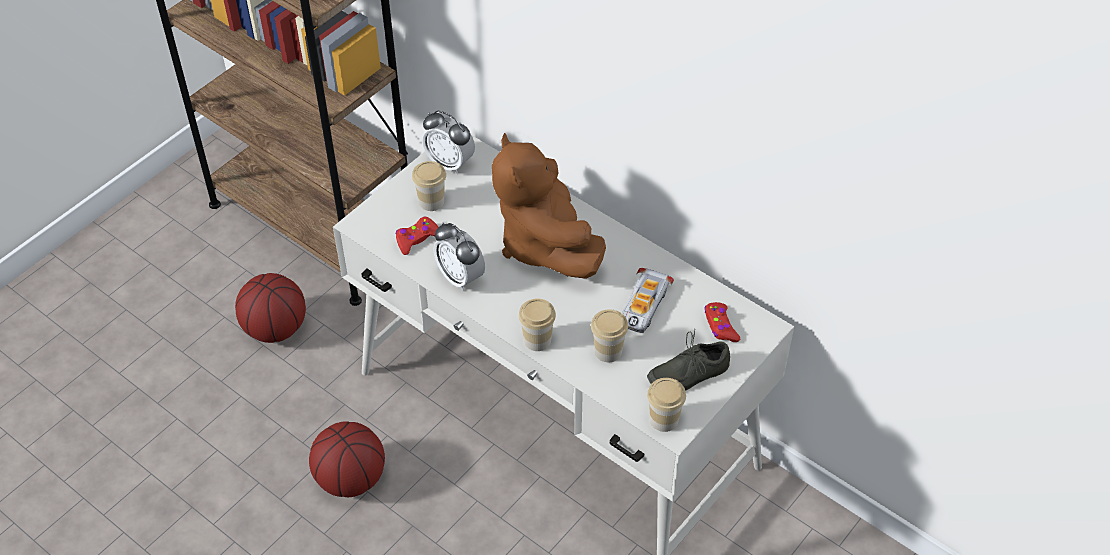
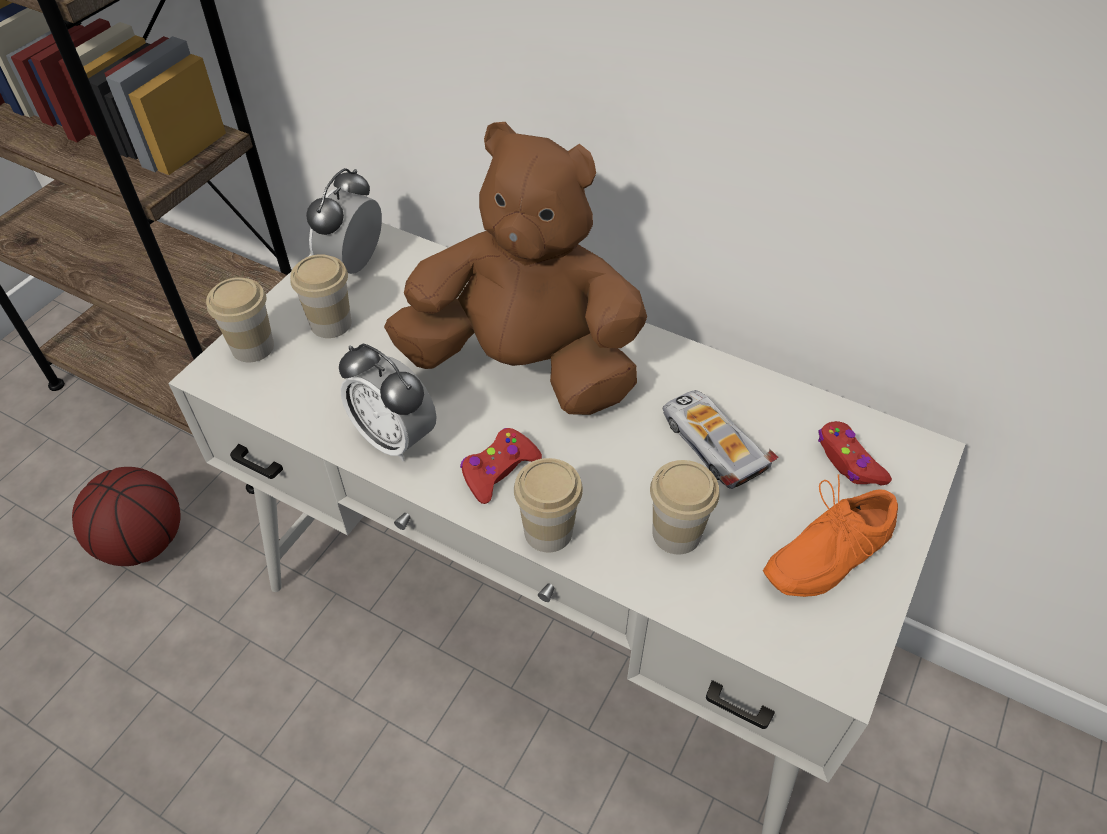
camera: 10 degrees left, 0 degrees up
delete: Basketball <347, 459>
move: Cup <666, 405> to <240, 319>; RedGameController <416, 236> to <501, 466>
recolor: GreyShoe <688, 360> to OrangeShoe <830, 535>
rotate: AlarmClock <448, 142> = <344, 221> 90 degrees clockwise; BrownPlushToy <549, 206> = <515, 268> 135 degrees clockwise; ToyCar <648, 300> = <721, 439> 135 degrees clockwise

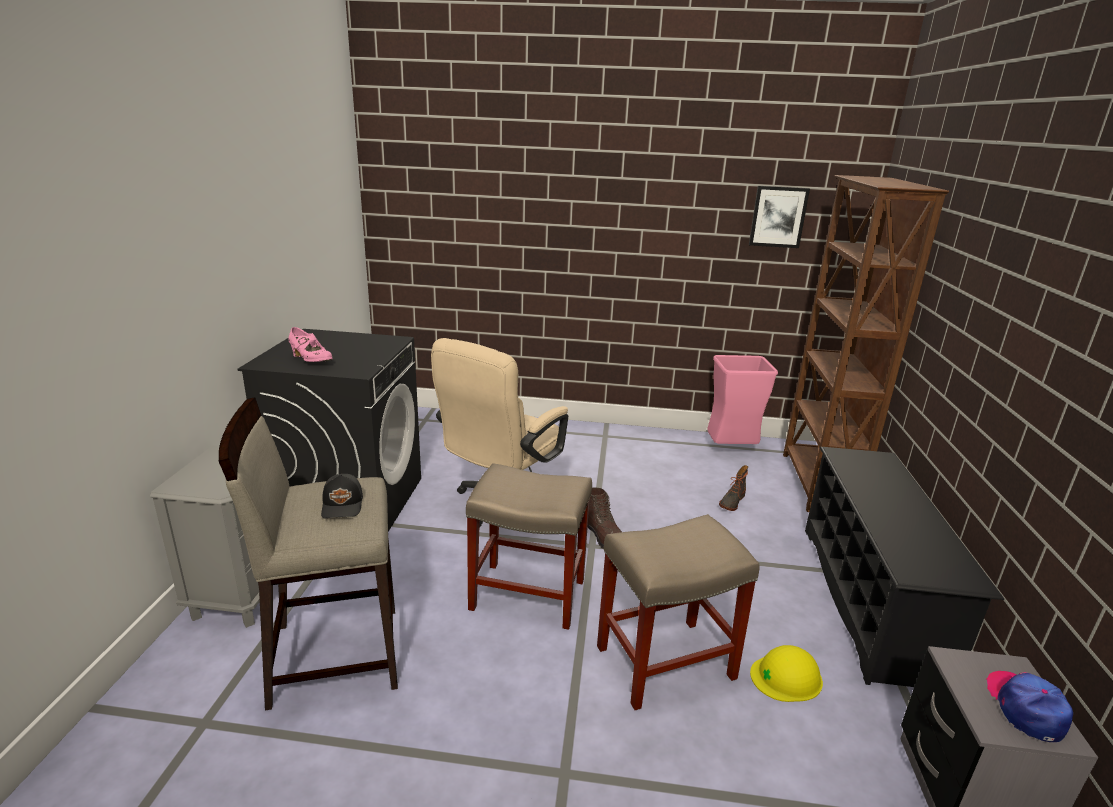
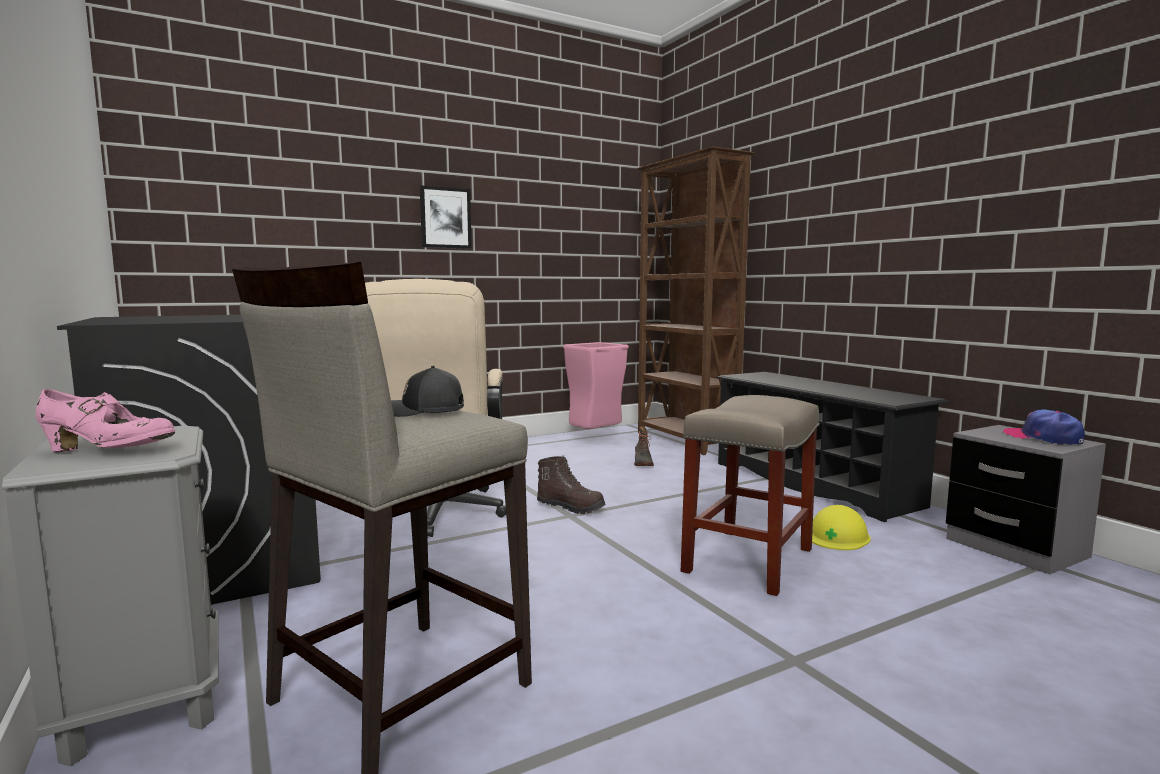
camera: 35 degrees left, 15 degrees down
delete: BeigeStool <529, 546>
move: PinkShoe <310, 344> to <105, 420>; Picture <779, 217> to <446, 217>
rotate: BlackCap <342, 496> = <427, 391> 135 degrees clockwise

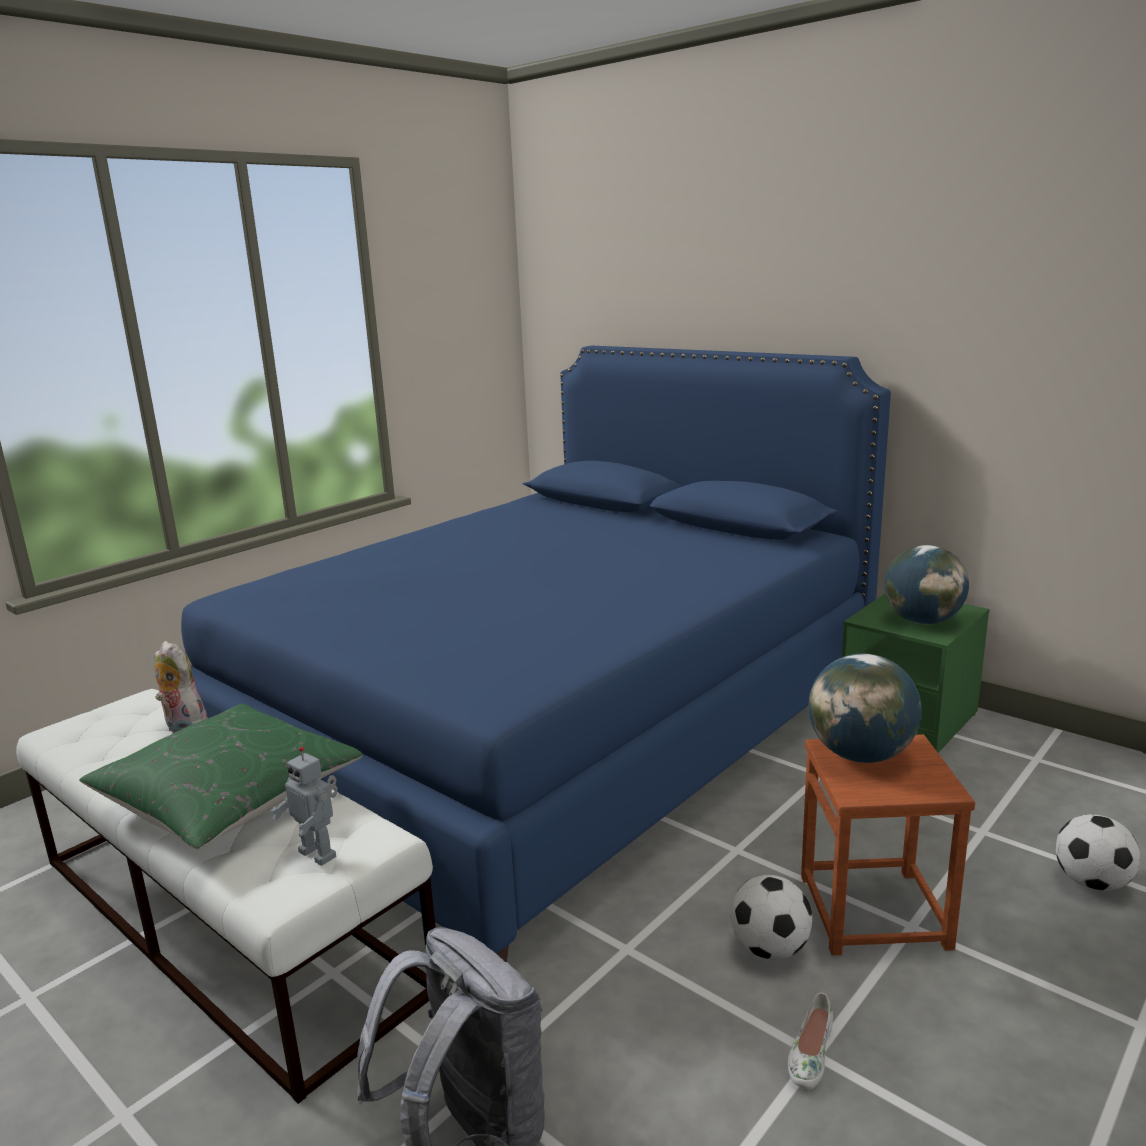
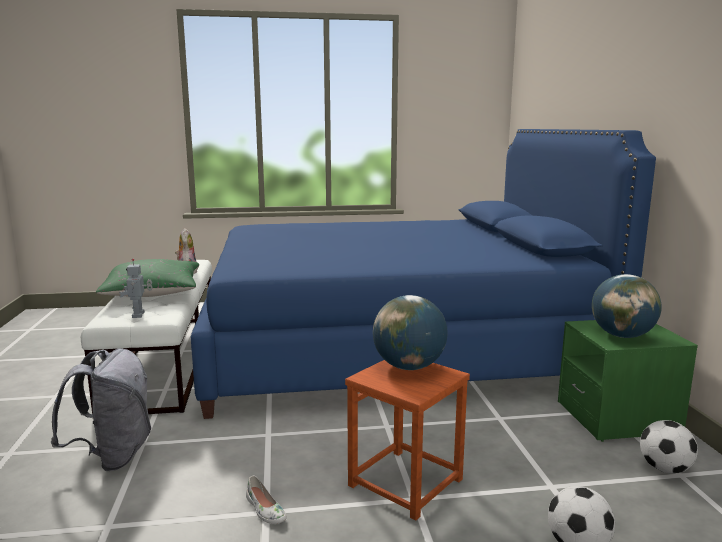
camera: 40 degrees right, 5 degrees down
move: Football <771, 917> to <669, 446>
rotate: WhiteShoe <810, 1041> = <266, 500> 105 degrees counterclockwise

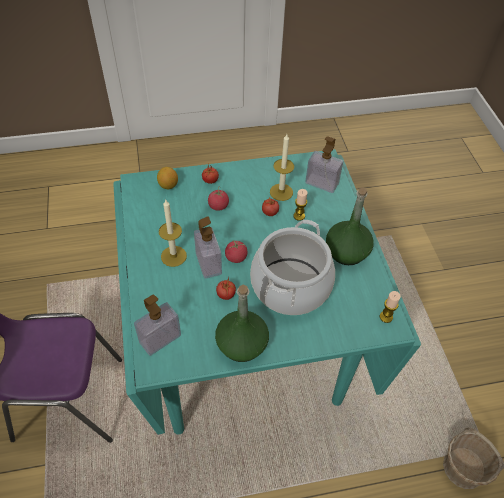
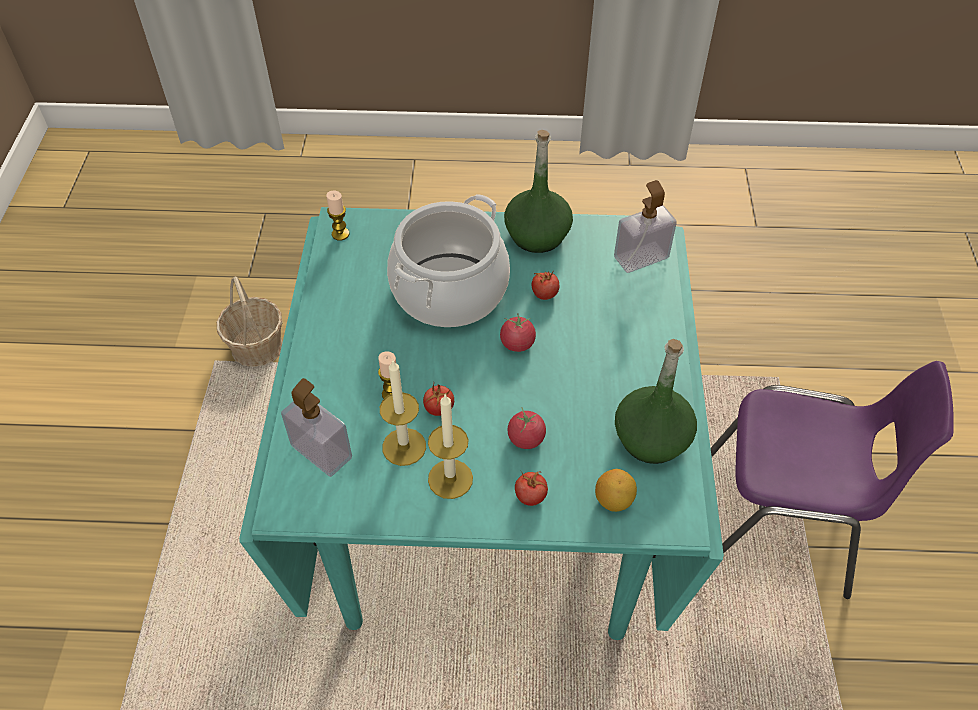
camera: 165 degrees left, 0 degrees up
delete: SoapDispenser <208, 247>
move: Candle <173, 233> to <450, 446>; GreenBottle <350, 226> to <656, 401>

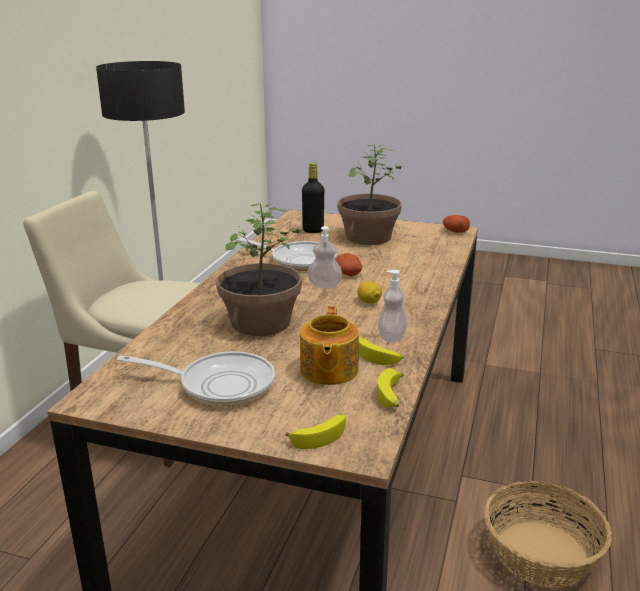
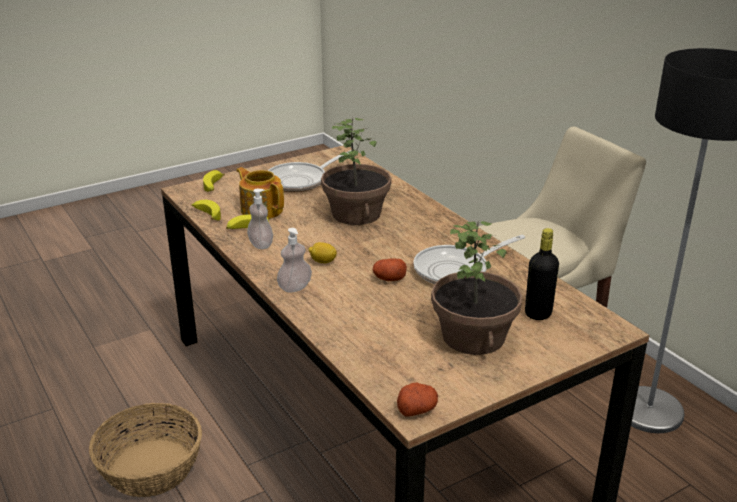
camera: 130 degrees right, 5 degrees up
move: SoapDispenser <324, 257> to <294, 260>

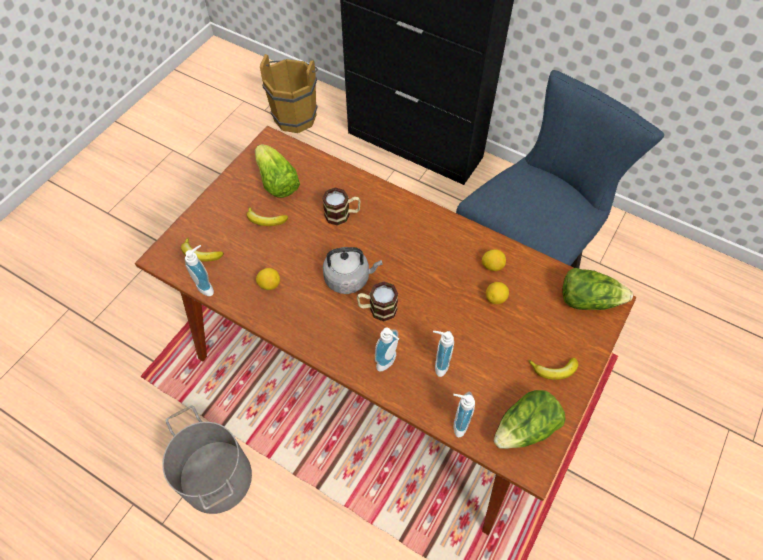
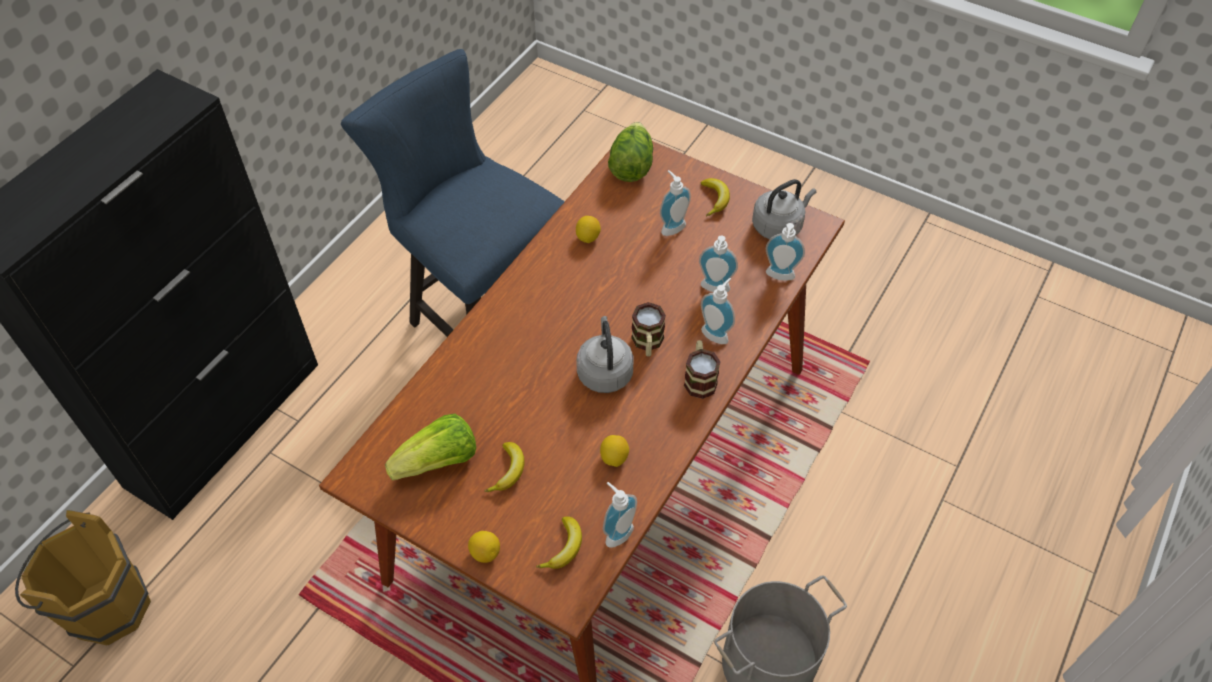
camera: 90 degrees left, 5 degrees down
insert: SoapDispenser <675, 203>
move: Lemon <497, 293> to <484, 547>; Mug <341, 207> to <702, 369>
replace: Lettuce <529, 419> to GreyKettle <784, 209>

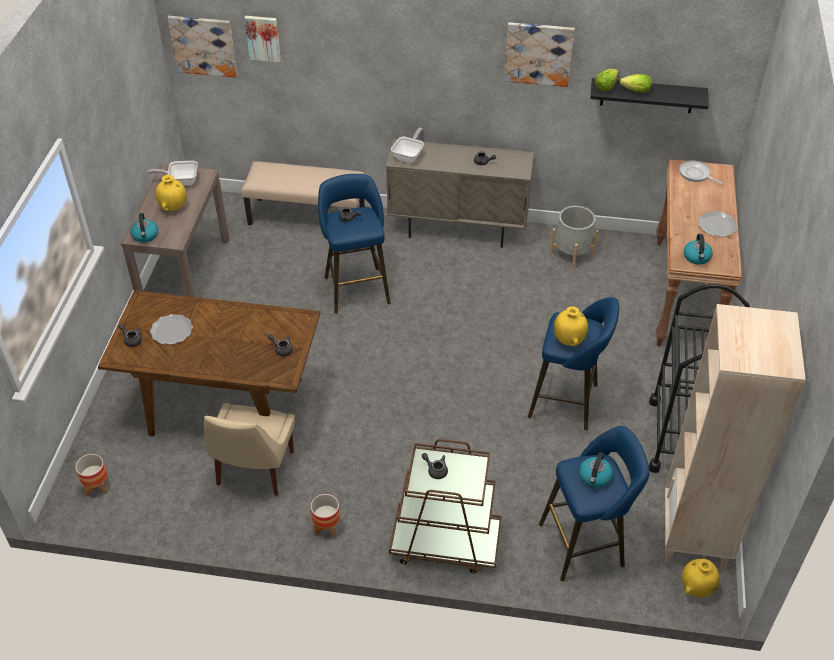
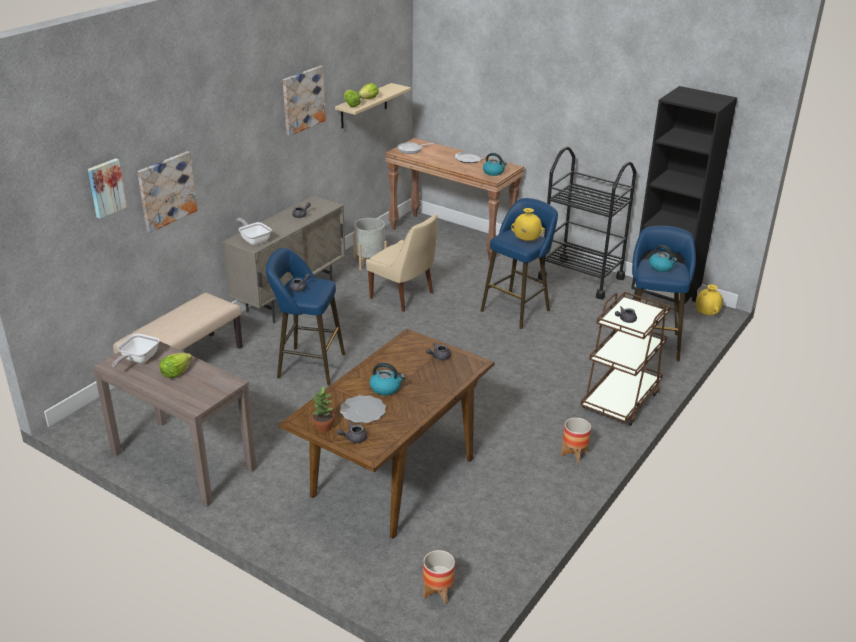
camera: 65 degrees left, 15 degrees down
insert: PottedPlant <323, 409>
move: Picture <202, 47> to <167, 192>; BeigeChair <249, 449> to <402, 263>; Kettle <144, 228> to <387, 379>
replace: YellowVase <171, 193> to Lettuce <175, 365>
recolor: BlackShelf <649, 95> to BeigeShelf <373, 106>; BeigeBookcase <735, 437> to BlackBookcase <684, 195>

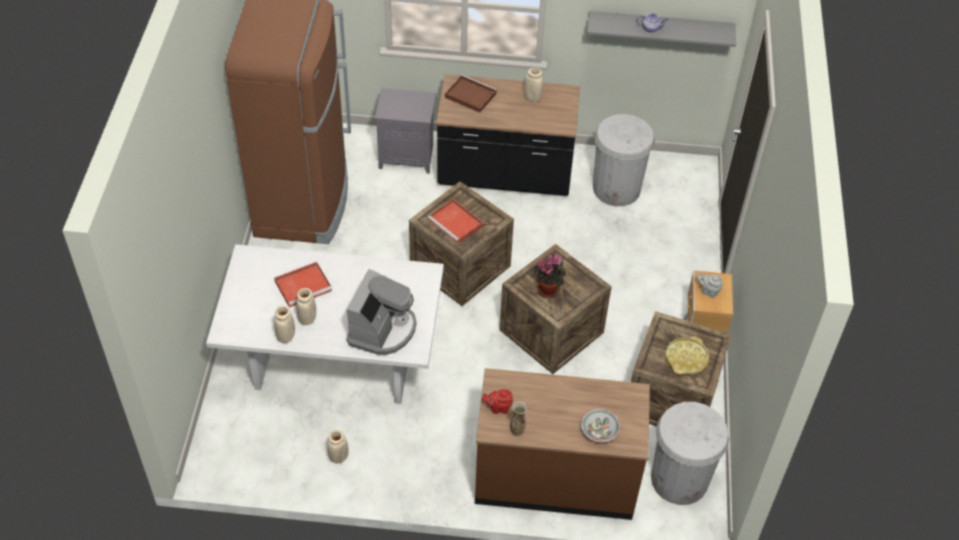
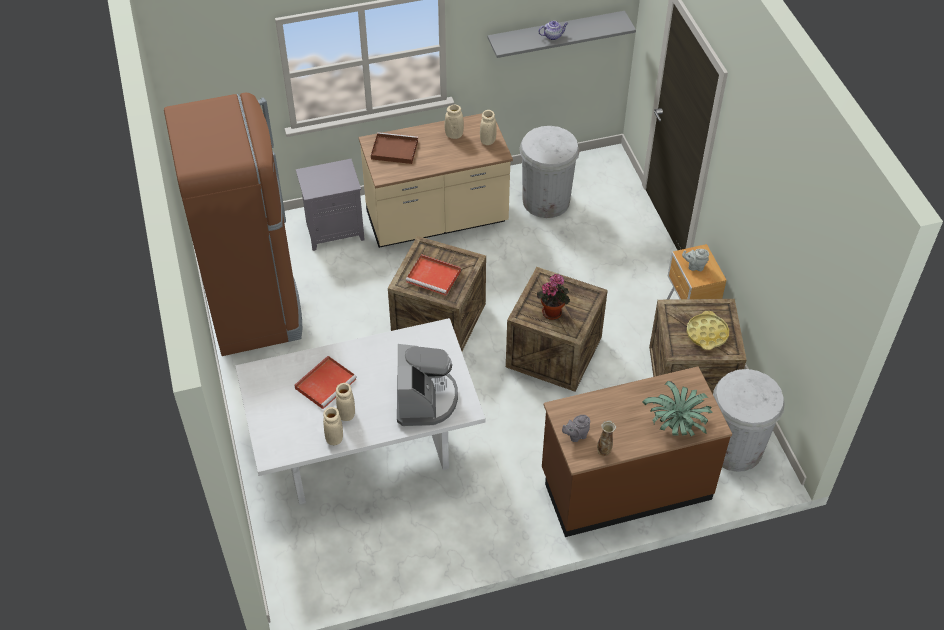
camera: 20 degrees left, 0 degrees up
move: BeigeVase <338, 447> to <488, 127>
replace: Bowl <600, 425> to PottedPlant <677, 408>
recolor: BlackCounter <508, 135> to BeigeCounter <436, 180>; RedTeapot <497, 401> to GreyTeapot <576, 428>

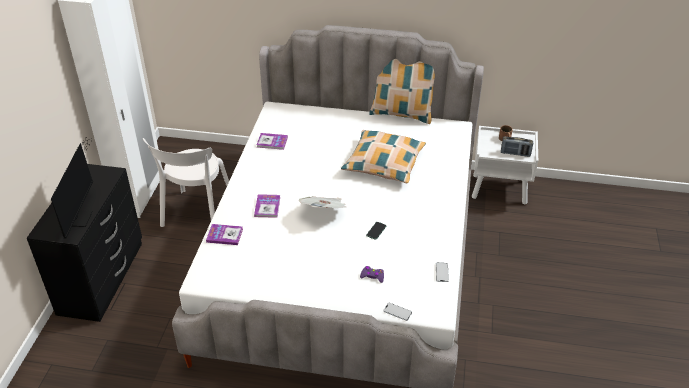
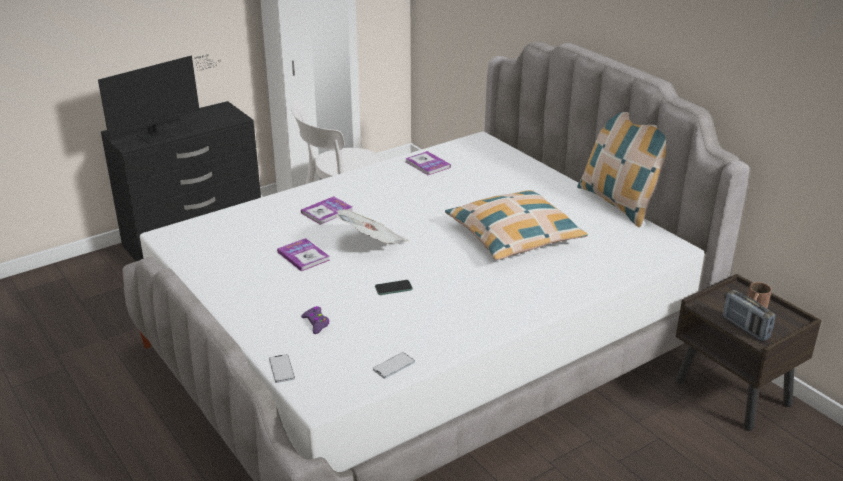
camera: 45 degrees right, 10 degrees down
move: Book <224, 234> to <303, 254>
recolor: WhiteNightstand <505, 165> to BrownNightstand <749, 352>

